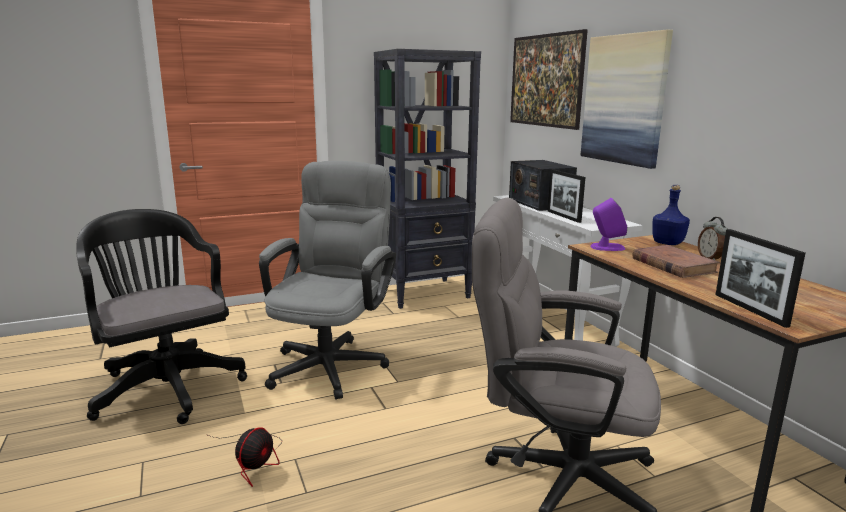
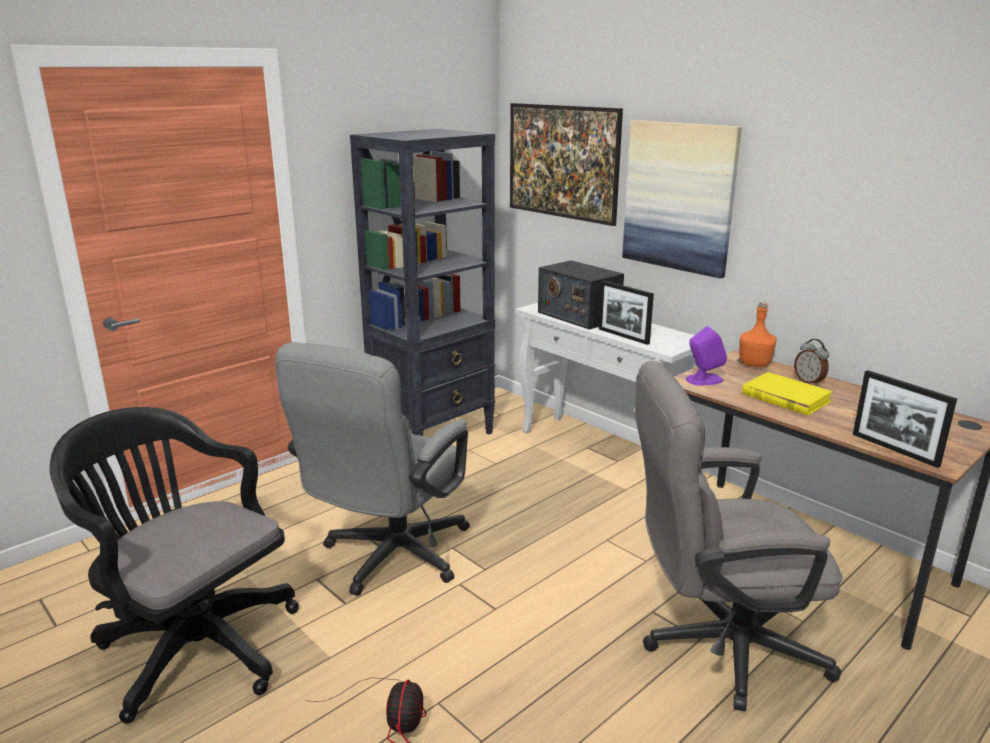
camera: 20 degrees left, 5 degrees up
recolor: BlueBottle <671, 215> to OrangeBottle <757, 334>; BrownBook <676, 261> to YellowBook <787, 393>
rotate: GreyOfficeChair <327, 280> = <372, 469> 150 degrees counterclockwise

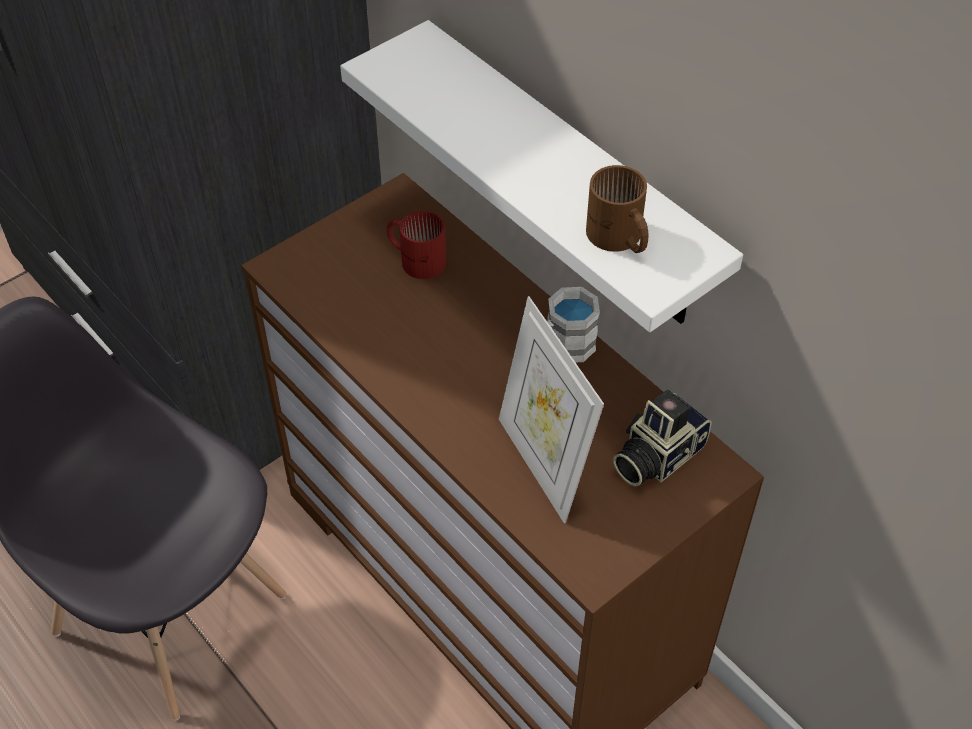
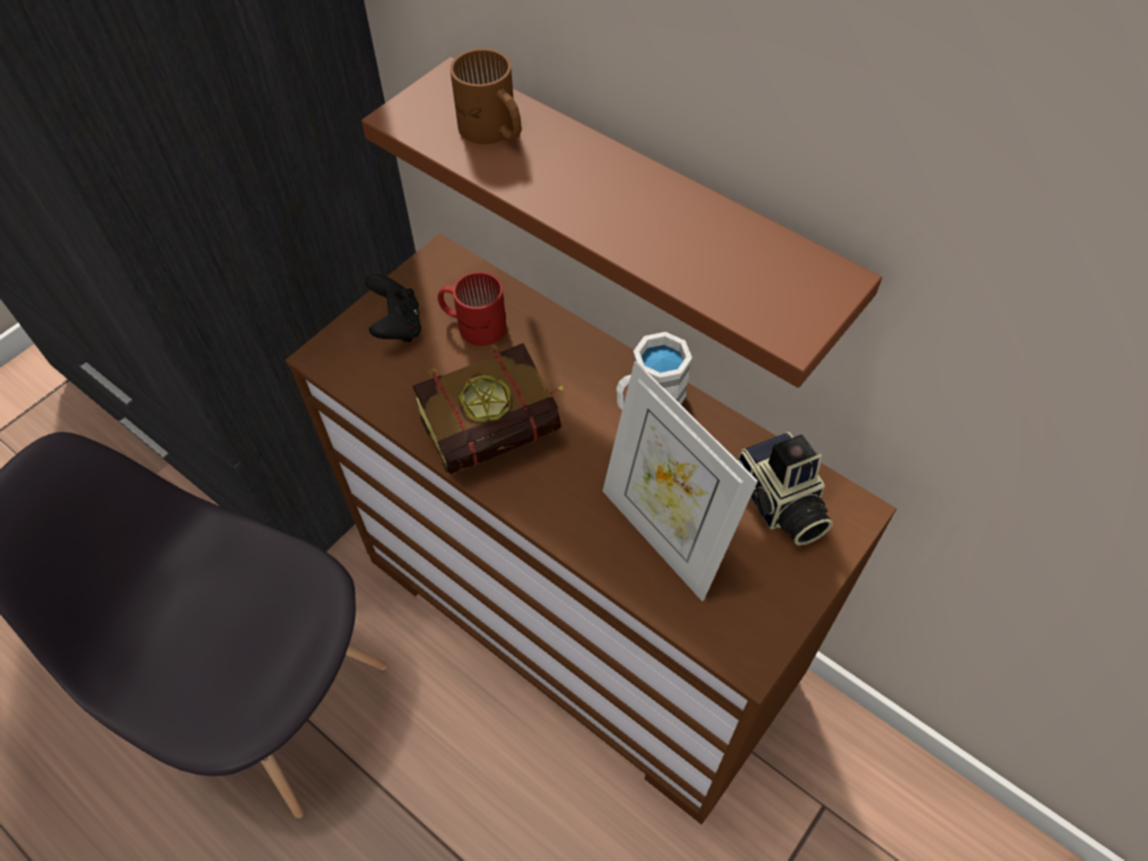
camera: 10 degrees left, 5 degrees up
insert: BlackGameController <393, 308>; Book <488, 408>
move: BrownMug <617, 209> to <485, 96>
recolor: WhiteShelf <541, 176> to BrownShelf <621, 222>
rotate: PhotoCamera <662, 438> = <784, 489> 60 degrees counterclockwise

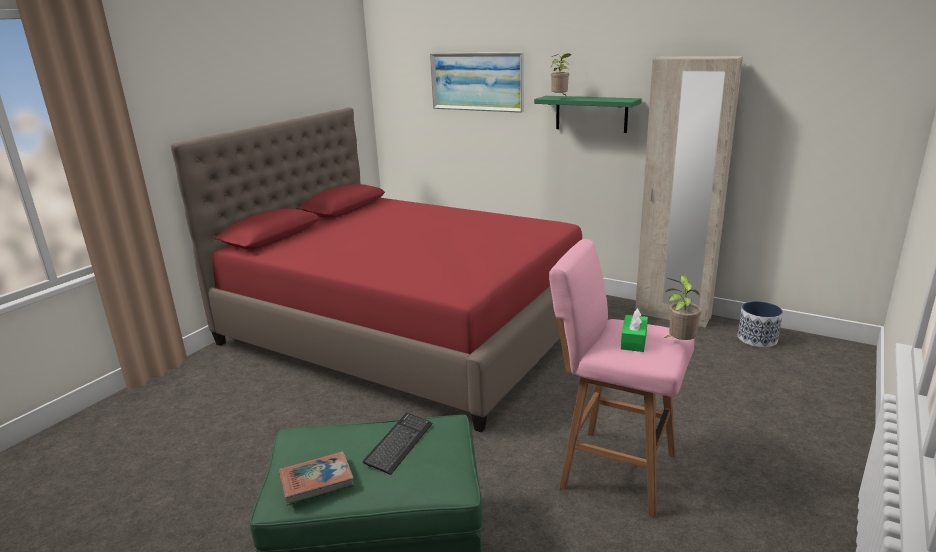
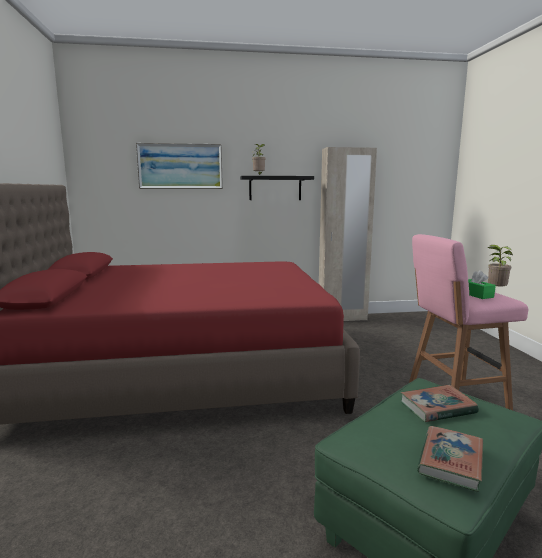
camera: 40 degrees left, 10 degrees down
delete: Planter <760, 324>
replace: Keyboard <398, 444> to Book <439, 403>
recolor: GreenShelf <588, 114> to BlackShelf <277, 188>

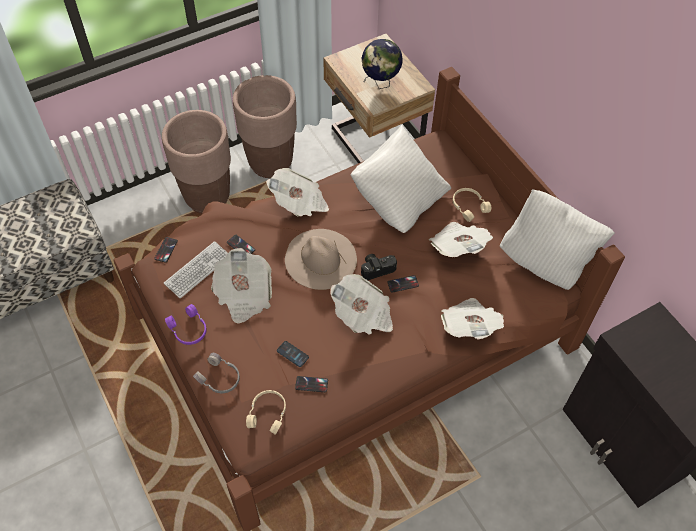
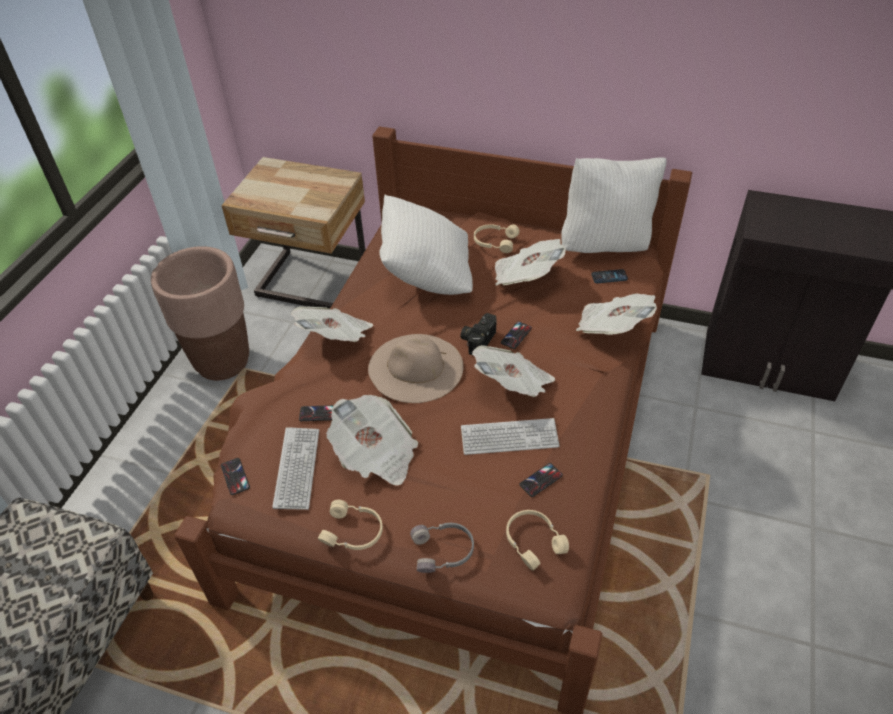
camera: 40 degrees left, 10 degrees down
delete: BrownPlanter <196, 161>; Globe <382, 64>
insert: Keyboard <510, 436>
move: Phone <293, 354> to <609, 276>
recolor: PurpleHeadphones <186, 324> to BeigeHeadphones <350, 525>

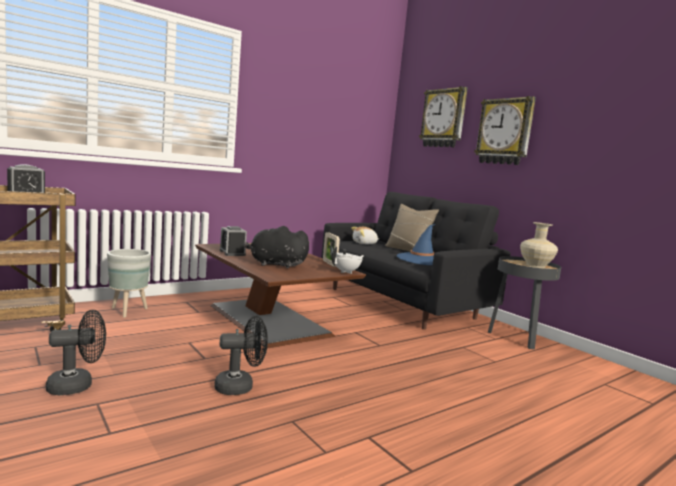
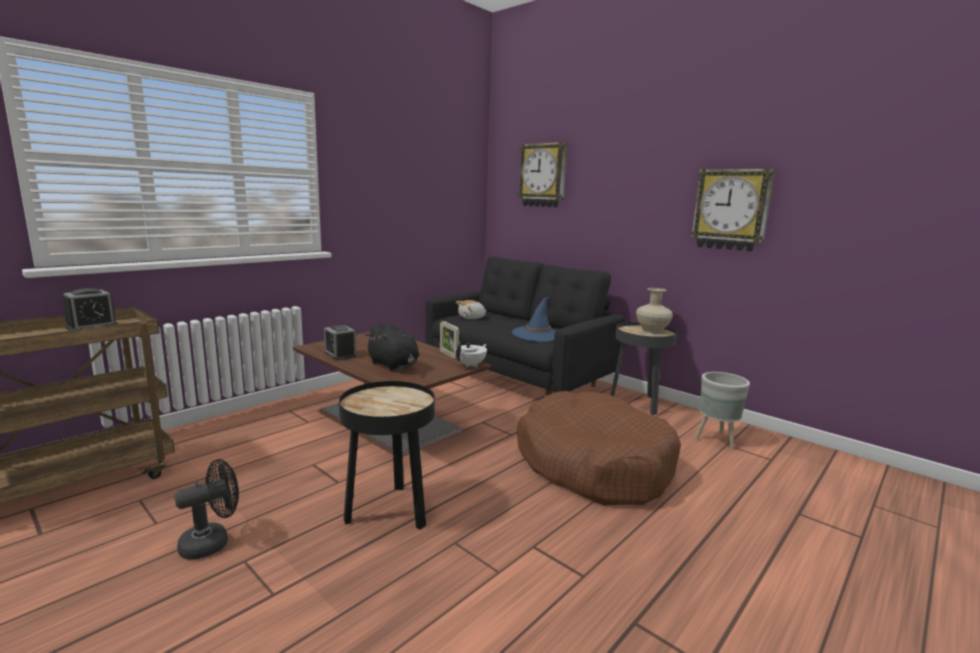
camera: 10 degrees left, 5 degrees up
delete: BeigePillow <412, 228>
insert: BrownDogBed <599, 448>
move: WallClock <505, 130> to <733, 210>; GreyPlanter <129, 283> to <722, 410>
replace: BlackFan <241, 355> to BlackSideTable <387, 455>
rotate: BlackPlushToy <277, 247> = <391, 346> 135 degrees counterclockwise

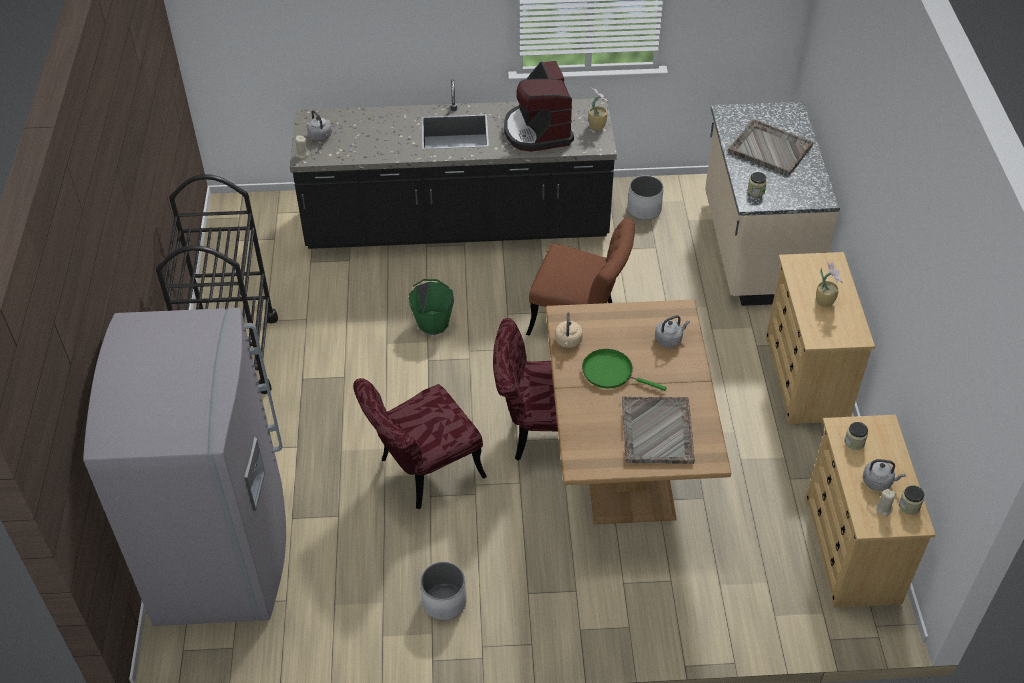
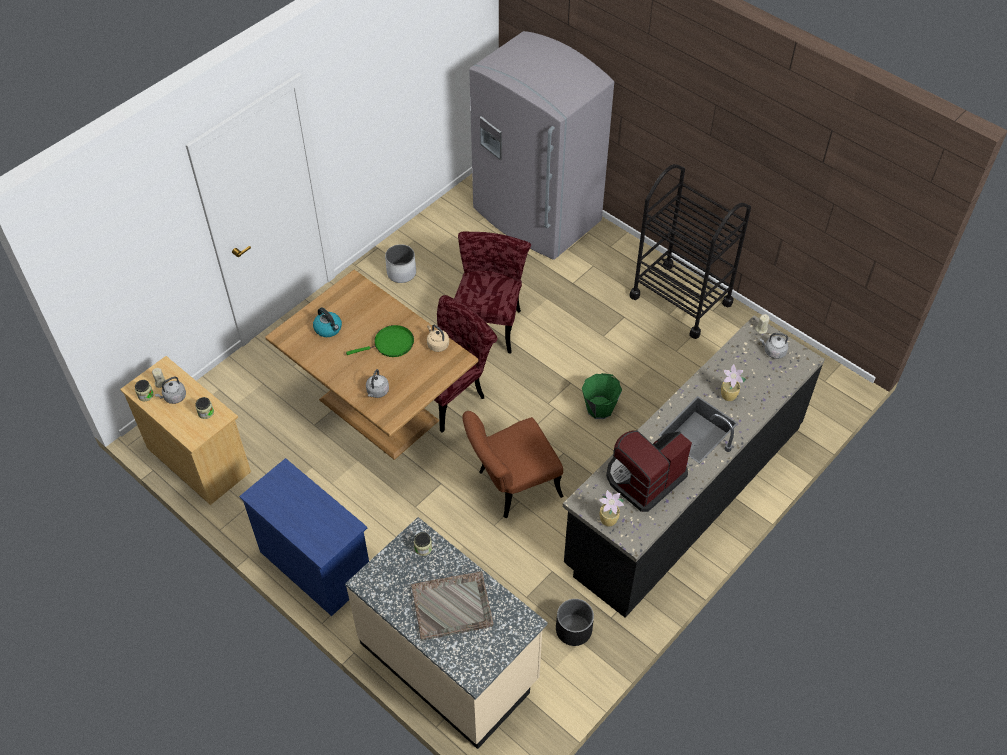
camera: 135 degrees right, 5 degrees up
move: PottedPlant <829, 284> to <733, 382>
replace: GreyTray <658, 430> to Kettle <327, 322>
recolor: BeigeDresser <820, 338> to BlueDresser <304, 537>; WhitePlanter <645, 197> to BlackPlanter <575, 622>
rotate: CoffeeMachine <539, 106> = <649, 471> 75 degrees counterclockwise

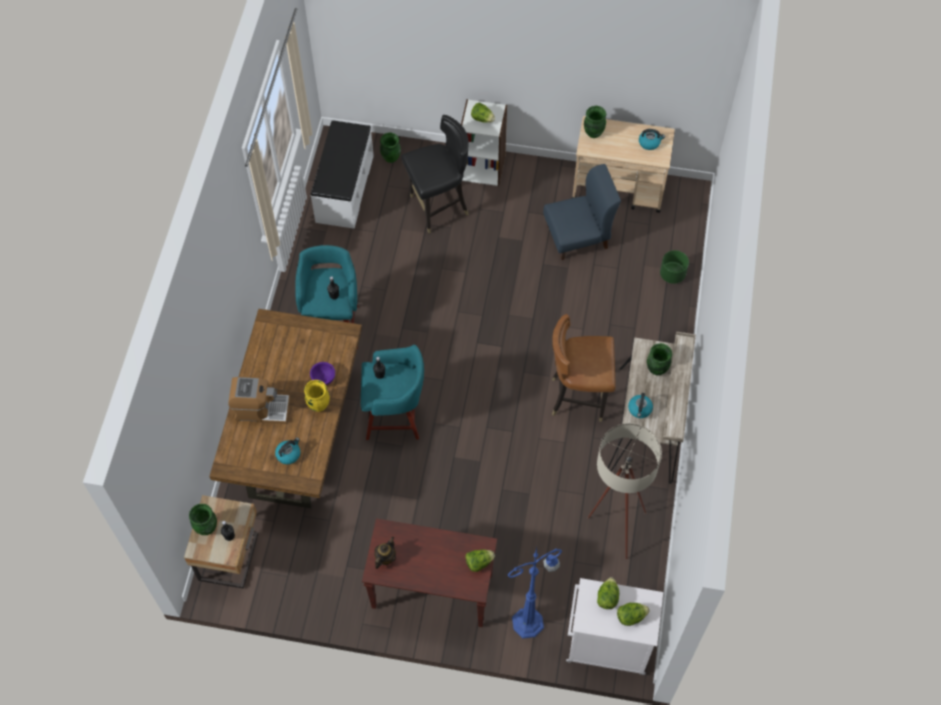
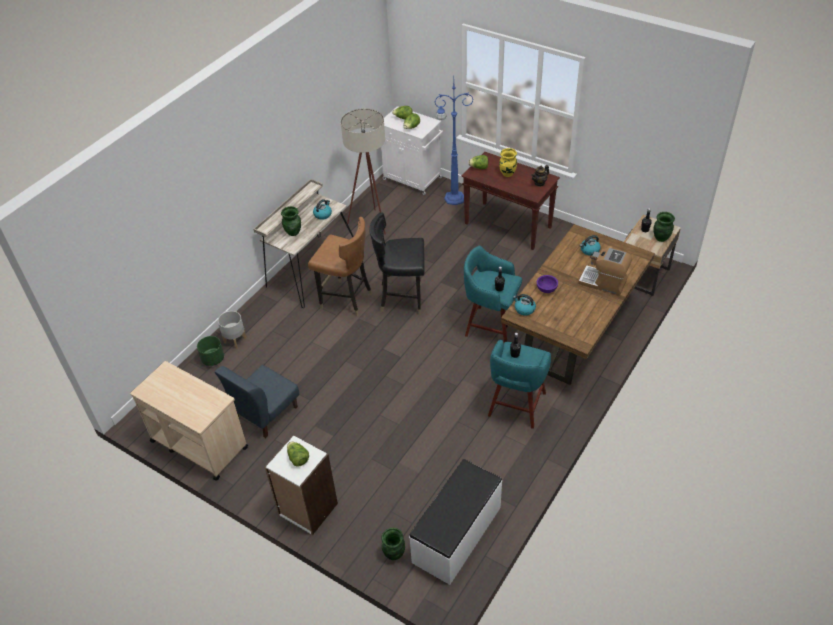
camera: 155 degrees left, 15 degrees down
delete: GreenVase <595, 122>
insert: GreyPlanter <232, 330>
move: BlackChair <435, 174> to <397, 263>; YellowVase <317, 396> to <508, 162>; Kettle <652, 139> to <524, 305>
rotate: BlueChair <582, 212> = <257, 401> 60 degrees counterclockwise

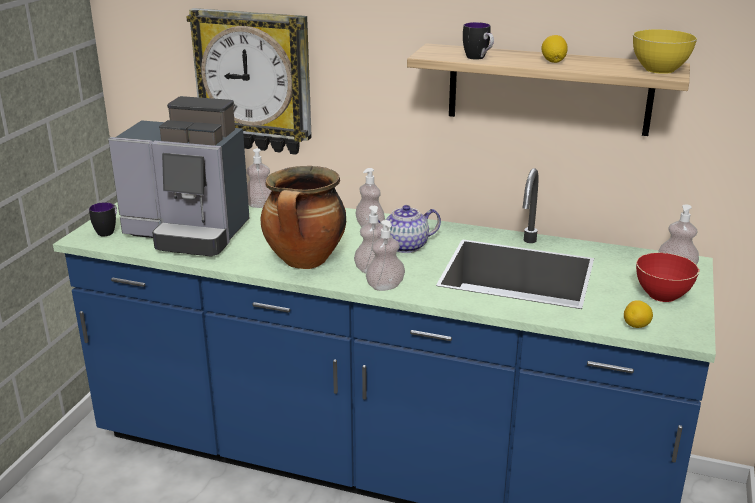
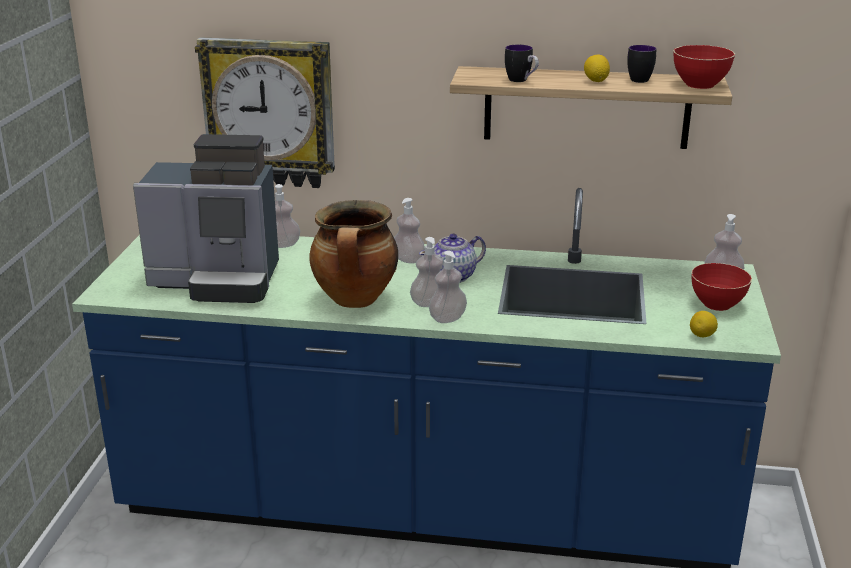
camera: 10 degrees left, 0 degrees up
move: Mug <103, 219> to <641, 64>
recolor: YellowBowl <665, 51> to RedBowl <704, 67>

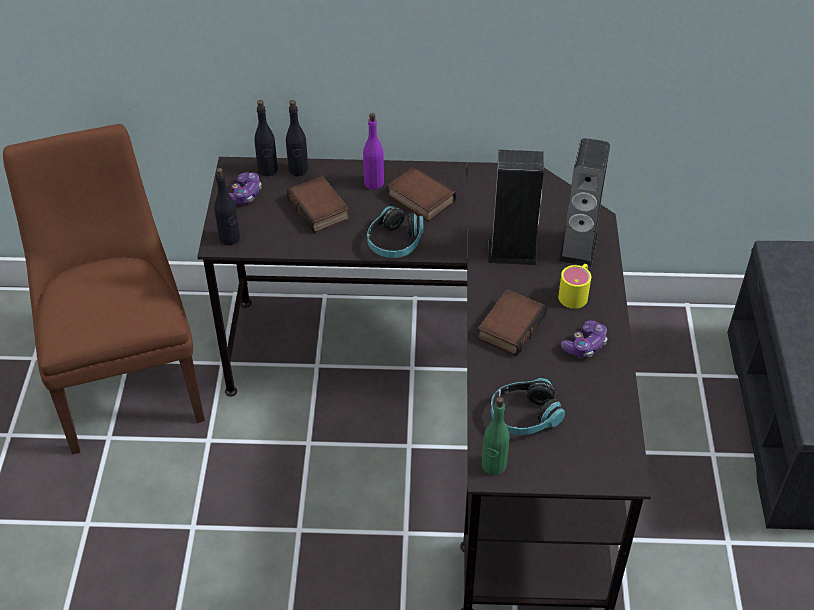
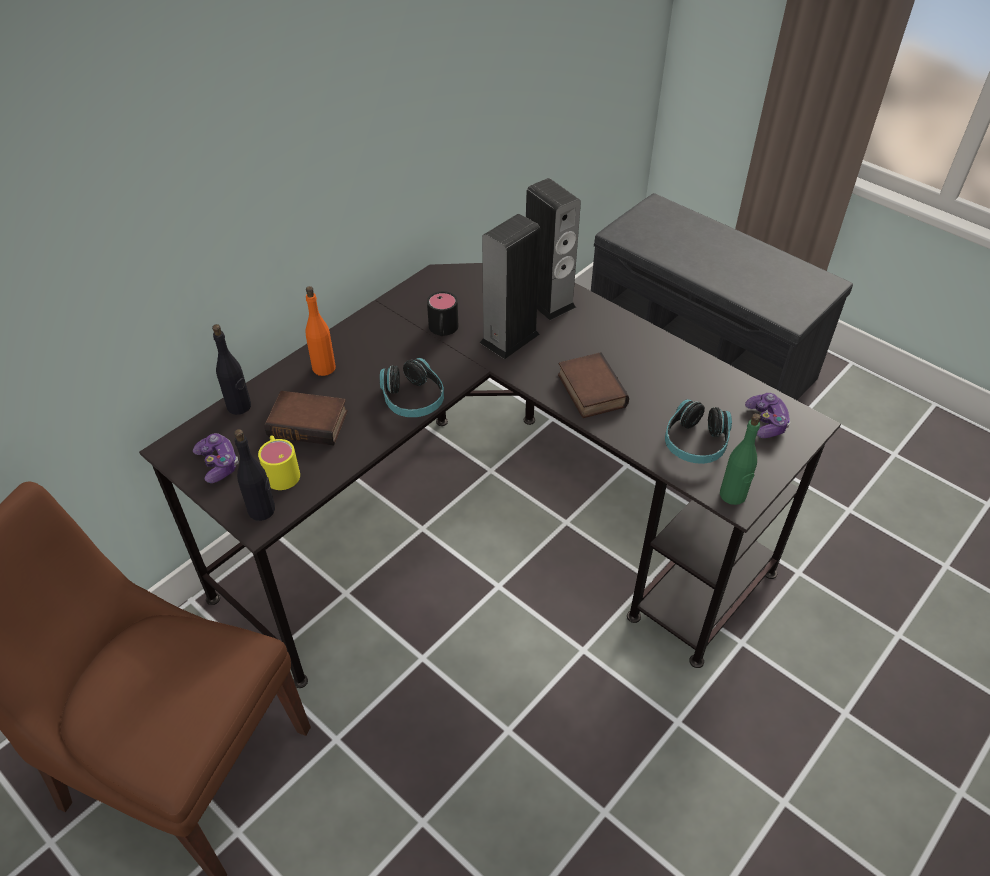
camera: 50 degrees left, 0 degrees up
delete: BlackBottle <266, 138>; Book <422, 194>
insert: BlackMug <442, 313>
move: YellowMug <574, 286> to <279, 462>; GameController <584, 338> to <767, 415>
recolor: PurpleBottle <373, 151> to OrangeBottle <320, 331>

